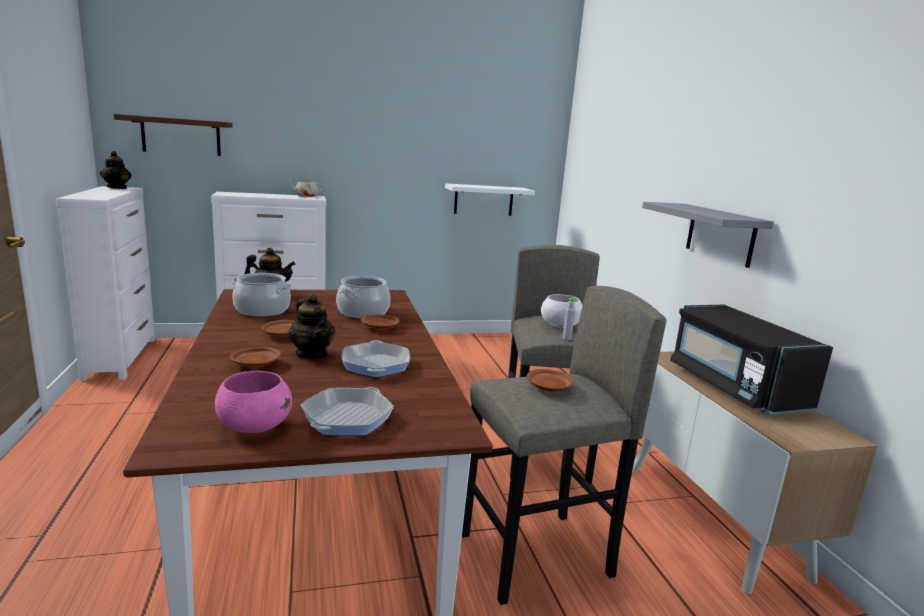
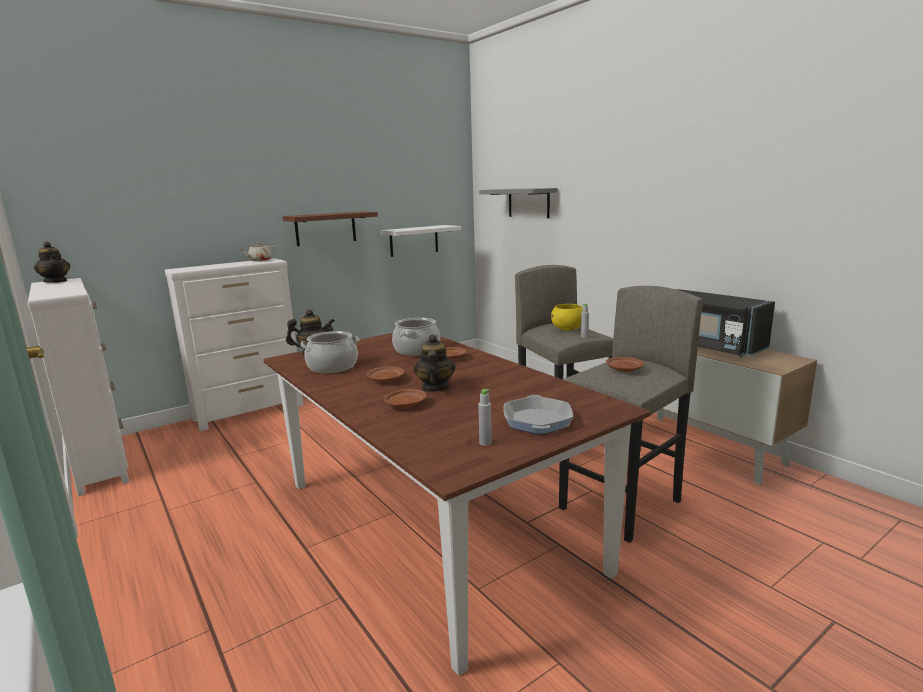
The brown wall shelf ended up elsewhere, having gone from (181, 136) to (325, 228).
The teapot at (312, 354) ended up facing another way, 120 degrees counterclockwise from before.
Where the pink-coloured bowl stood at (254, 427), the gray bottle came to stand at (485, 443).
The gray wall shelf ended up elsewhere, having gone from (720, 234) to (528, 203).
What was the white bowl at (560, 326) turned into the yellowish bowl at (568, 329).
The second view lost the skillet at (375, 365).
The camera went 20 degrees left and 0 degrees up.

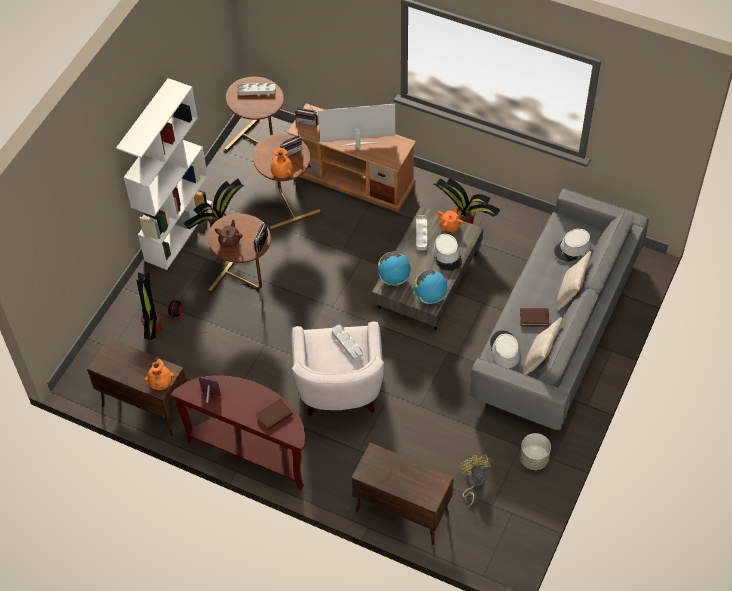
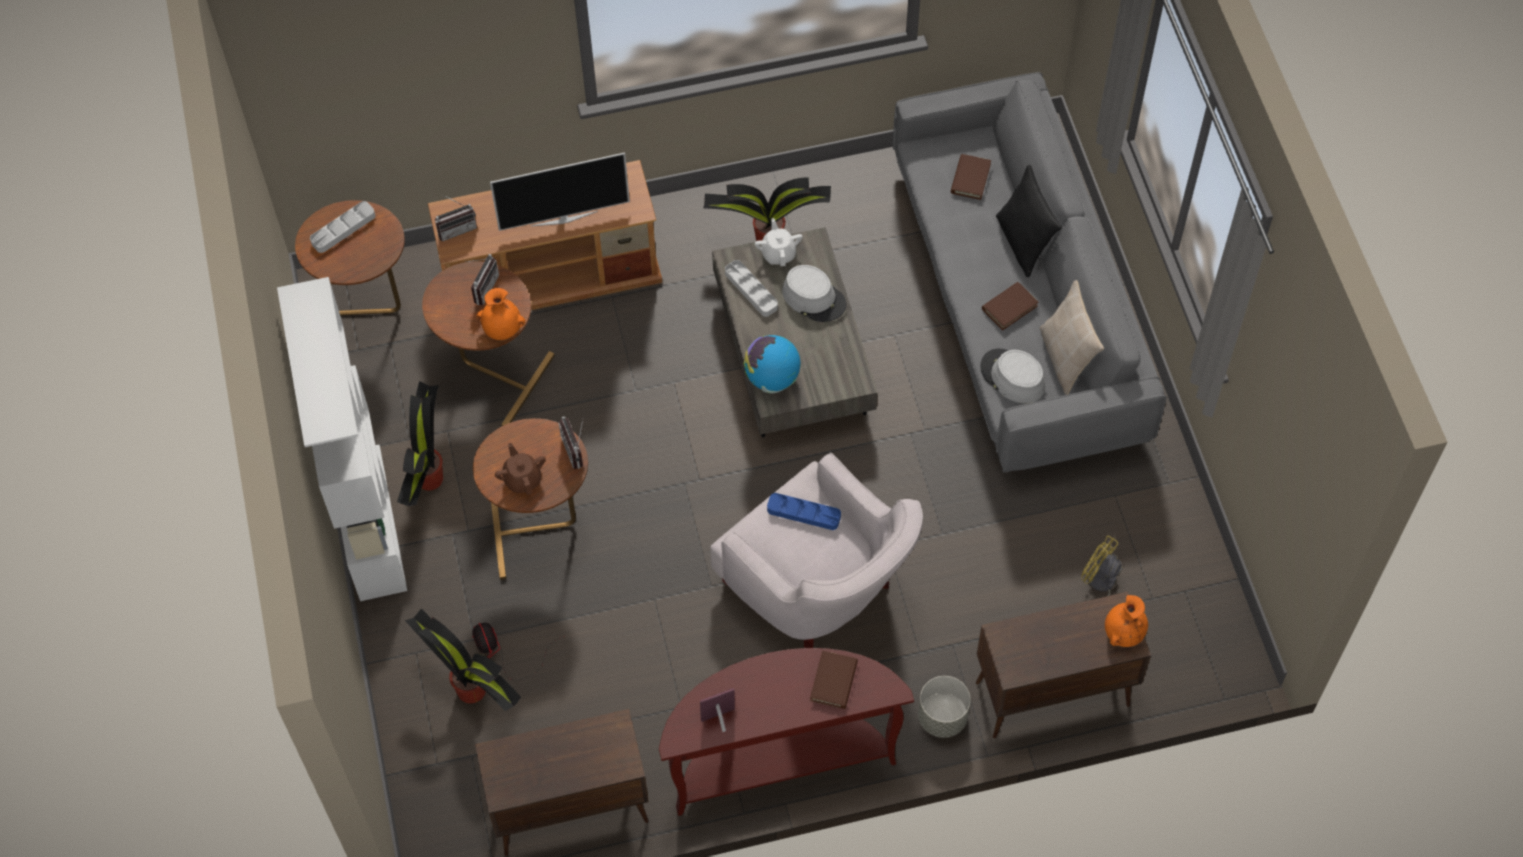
The TV set at (358, 145) ended up facing another way, 150 degrees counterclockwise from before.
What was the orange-coloured teapot at (450, 226) turned into the white teapot at (778, 253).
What was the gray carrying tray at (347, 343) turned into the blue carrying tray at (803, 513).
The gray planter ended up elsewhere, having gone from (534, 459) to (942, 717).
Where the gray clothing hat stood at (572, 248), the brown volume came to stand at (970, 178).
What was the beige throw pillow at (570, 294) turned into the blackish throw pillow at (1024, 243).
The orange-coloured flower vase ended up elsewhere, having gone from (160, 383) to (1123, 632).
The second view lost the world globe at (430, 296).
The camera went 40 degrees left and 5 degrees up.

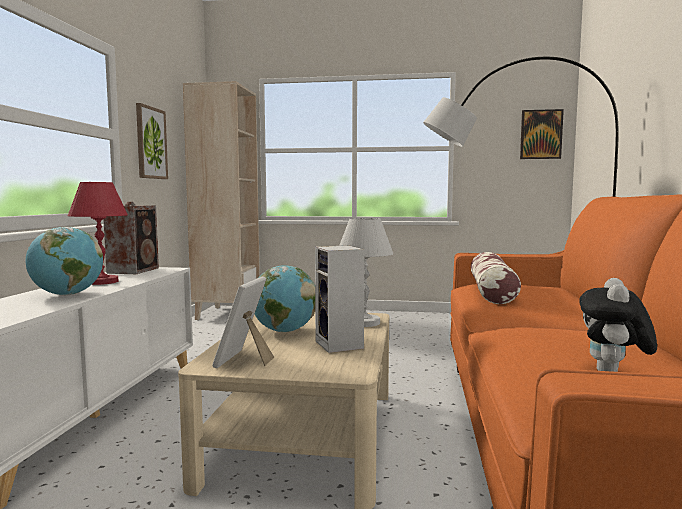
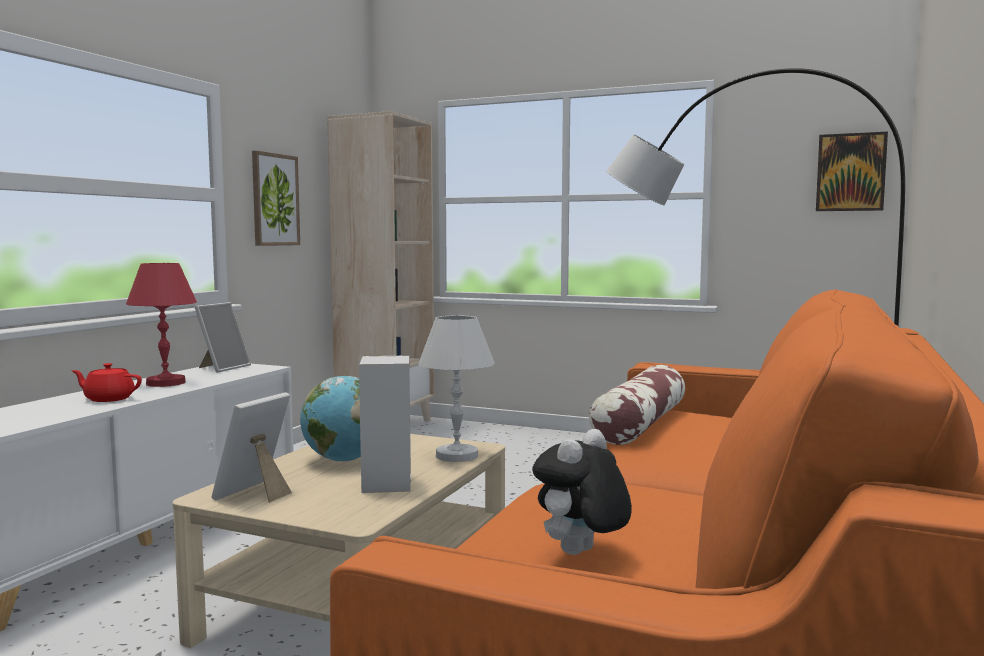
Where the world globe stood at (67, 295), the reddish teapot came to stand at (108, 399).
Where the audio speaker stood at (135, 270), the picture frame came to stand at (222, 368).
The camera went 15 degrees right and 0 degrees up.

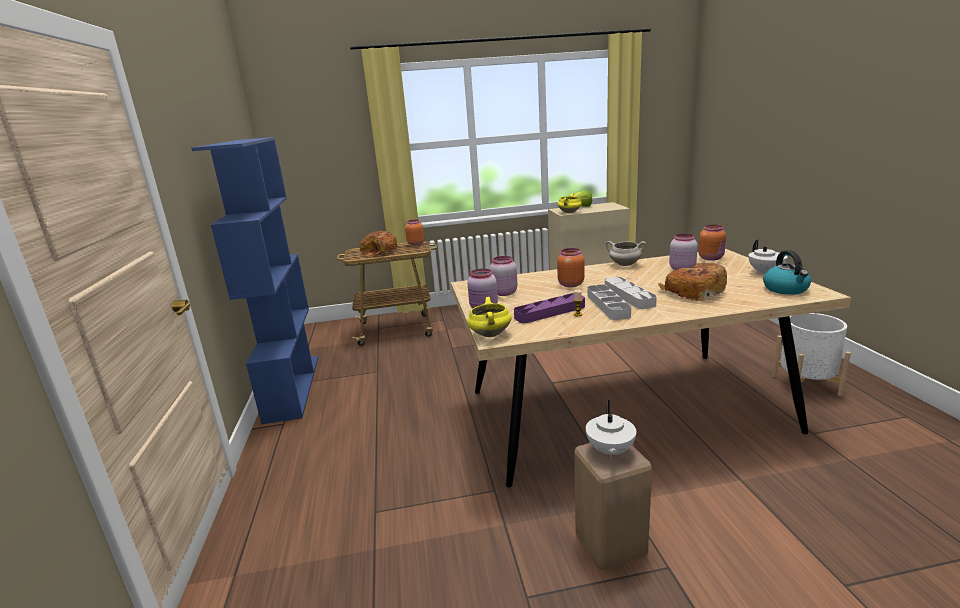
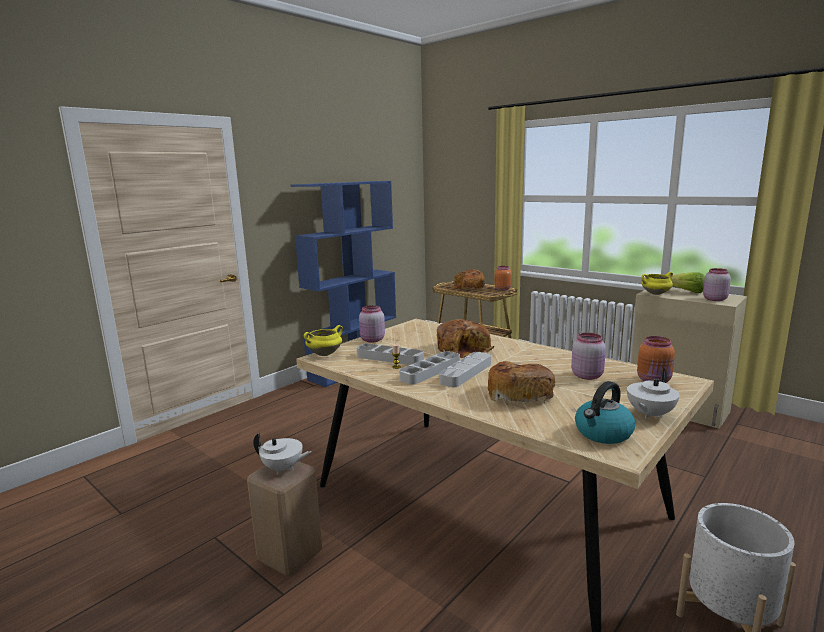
The white teapot at (609, 451) ended up facing another way, 135 degrees counterclockwise from before.
What was the purplish carrying tray at (550, 312) turned into the gray carrying tray at (390, 358).
Where the orange-coloured preserve jar stood at (570, 284), the bakery bread came to stand at (464, 349).
The pink-coloured preserve jar ended up elsewhere, having gone from (503, 293) to (714, 299).
The second view lost the white cooking pot at (624, 265).
The camera went 50 degrees right and 5 degrees down.

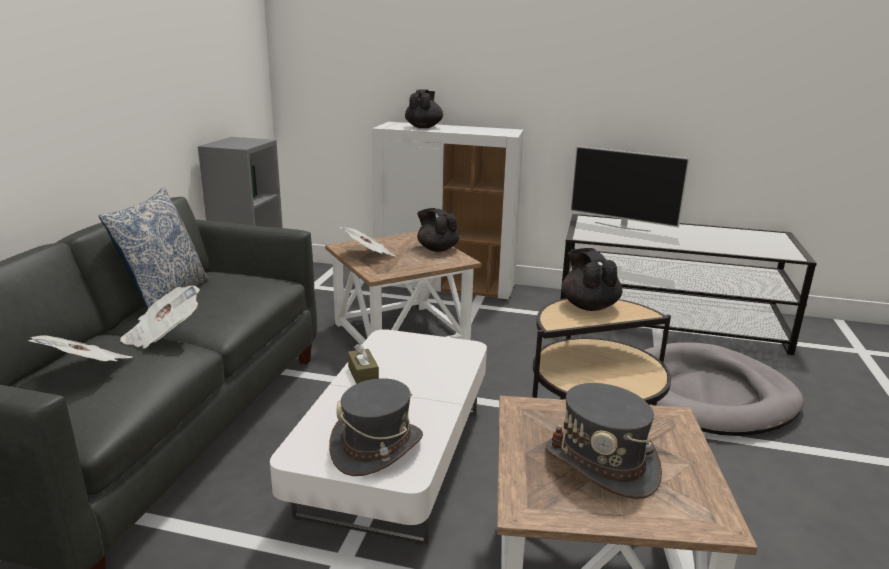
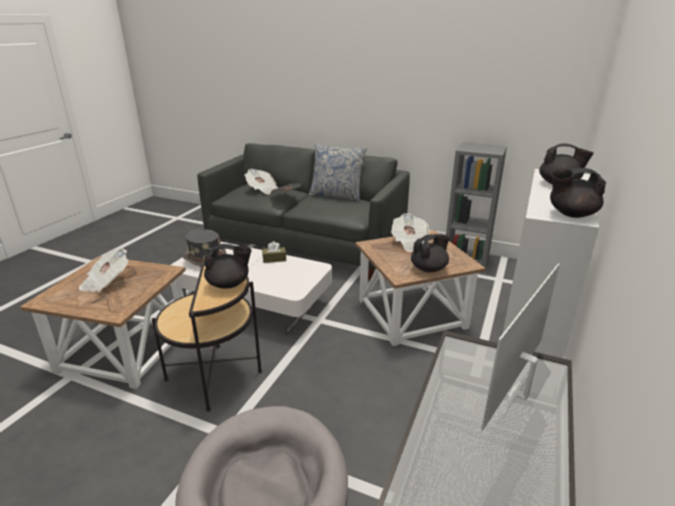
Where the gray clothing hat stood at (601, 464), the printed paper came to stand at (106, 282).
The second view gained the blackish teapot at (571, 214).
The camera went 100 degrees right and 5 degrees up.

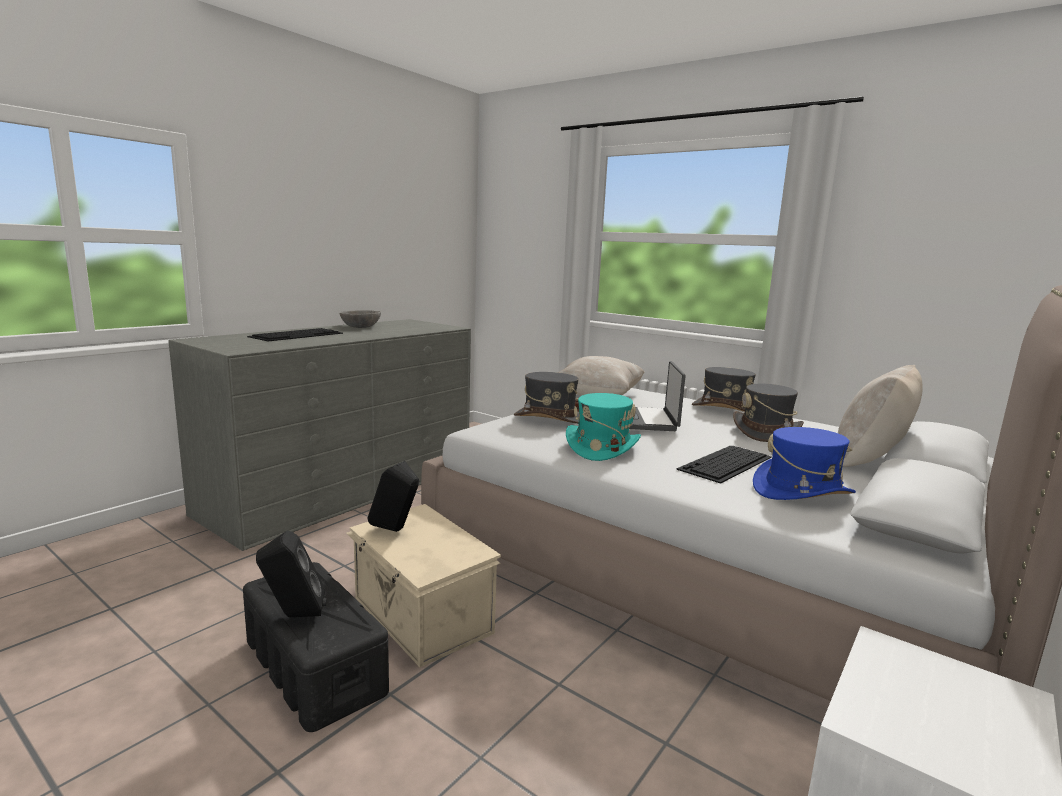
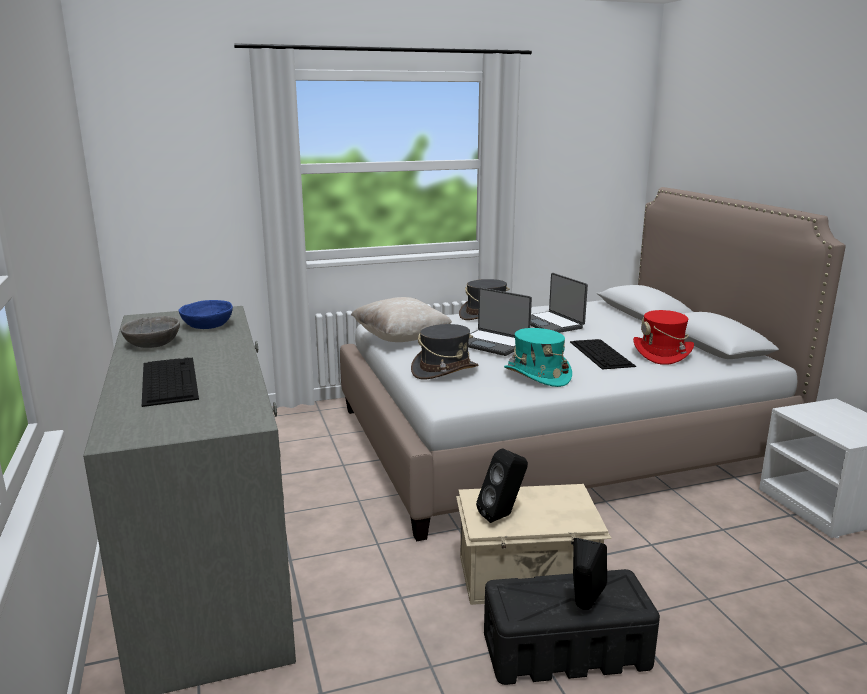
The second view gained the blue bowl at (208, 326).
Where the gray clothing hat stood at (766, 432), the laptop came to stand at (551, 324).
What was the blue clothing hat at (802, 491) turned into the reddish clothing hat at (662, 353).
The second view lost the beige throw pillow at (870, 461).
The camera went 55 degrees left and 5 degrees up.

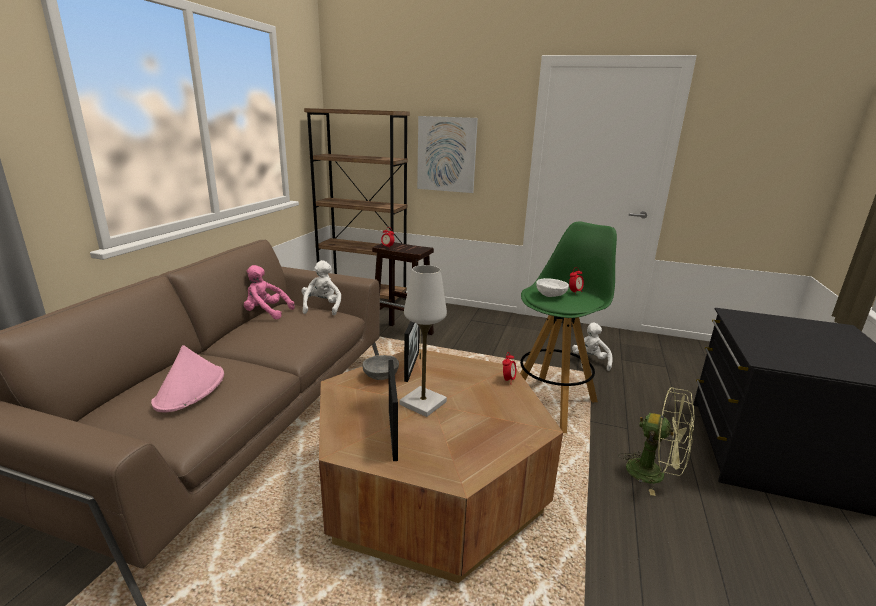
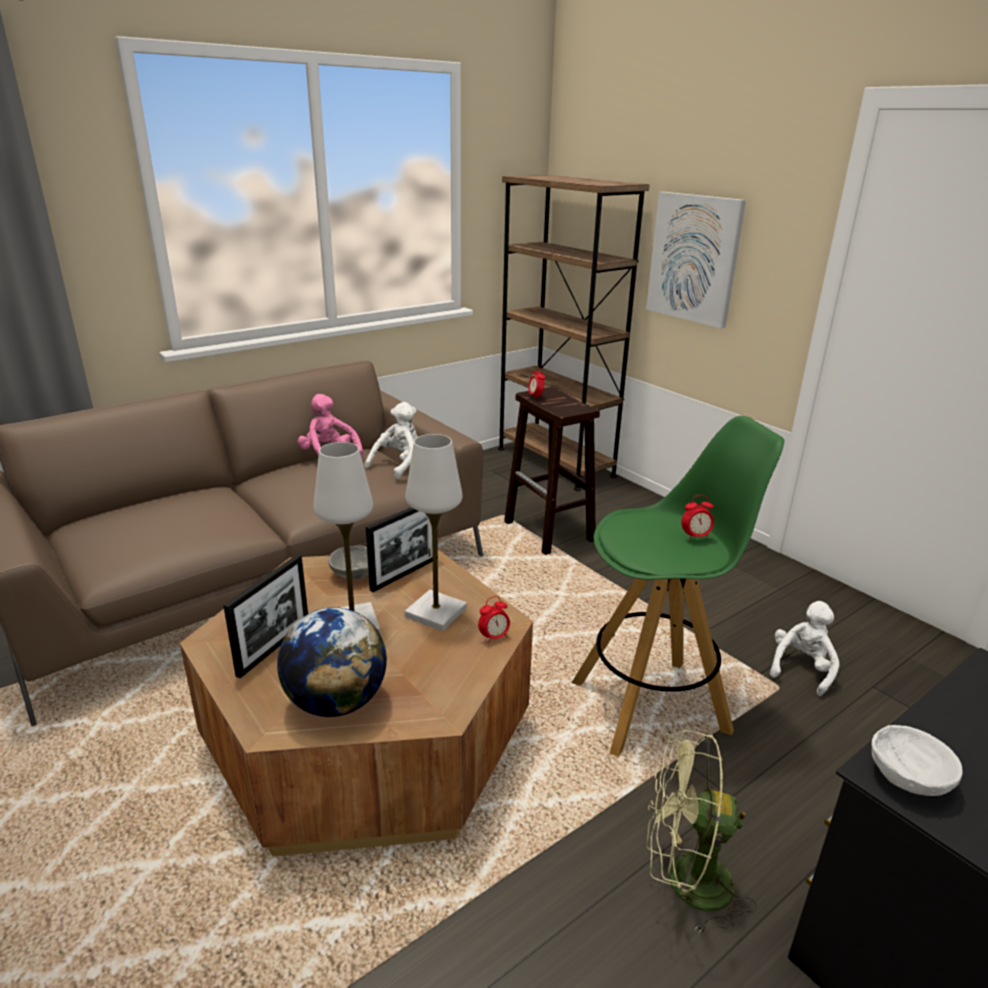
The second view gained the world globe at (337, 702).
The second view gained the white tabletop lamp at (435, 612).
The greenish cooling fan at (654, 474) ended up facing another way, 120 degrees clockwise from before.
The white bowl ended up elsewhere, having gone from (550, 295) to (907, 778).
The second view lost the pink-coloured clothing hat at (190, 389).
The camera went 35 degrees right and 5 degrees up.

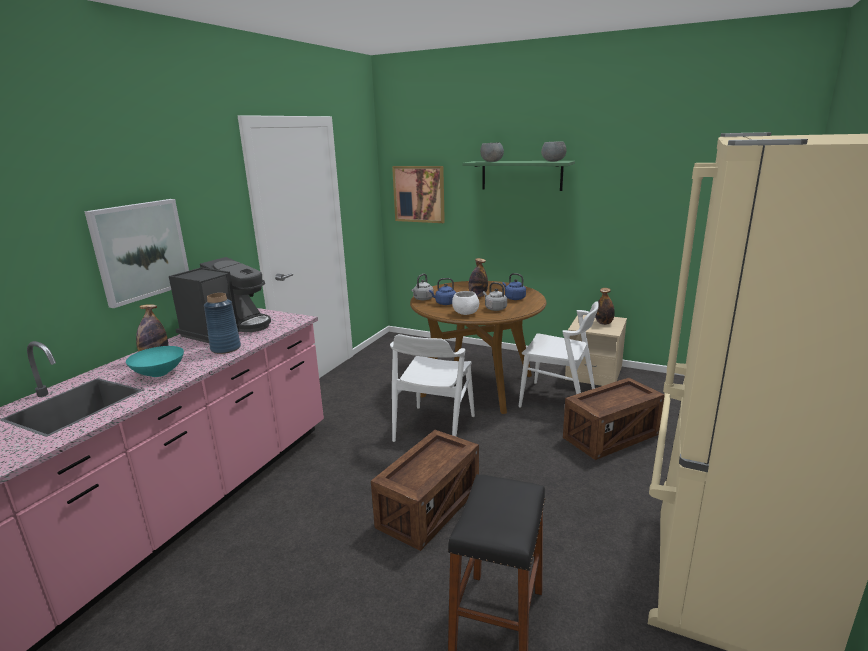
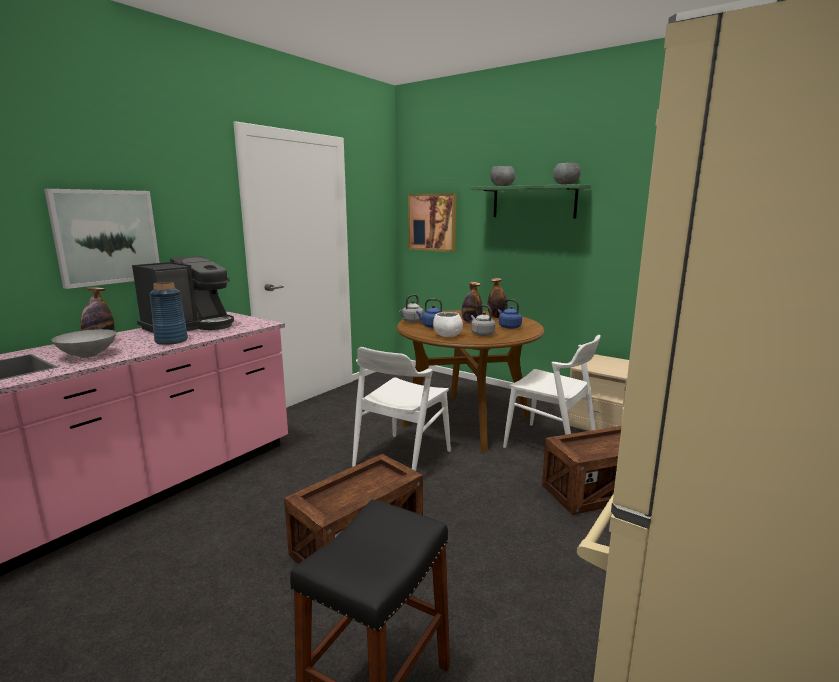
What was the turquoise-coloured bowl at (158, 374) turned into the gray bowl at (87, 355).
The bottle ended up elsewhere, having gone from (603, 323) to (497, 317).
The camera went 10 degrees right and 5 degrees down.

